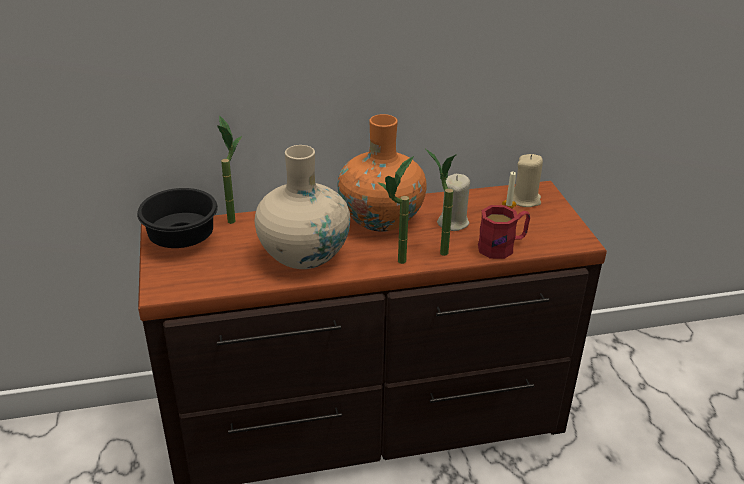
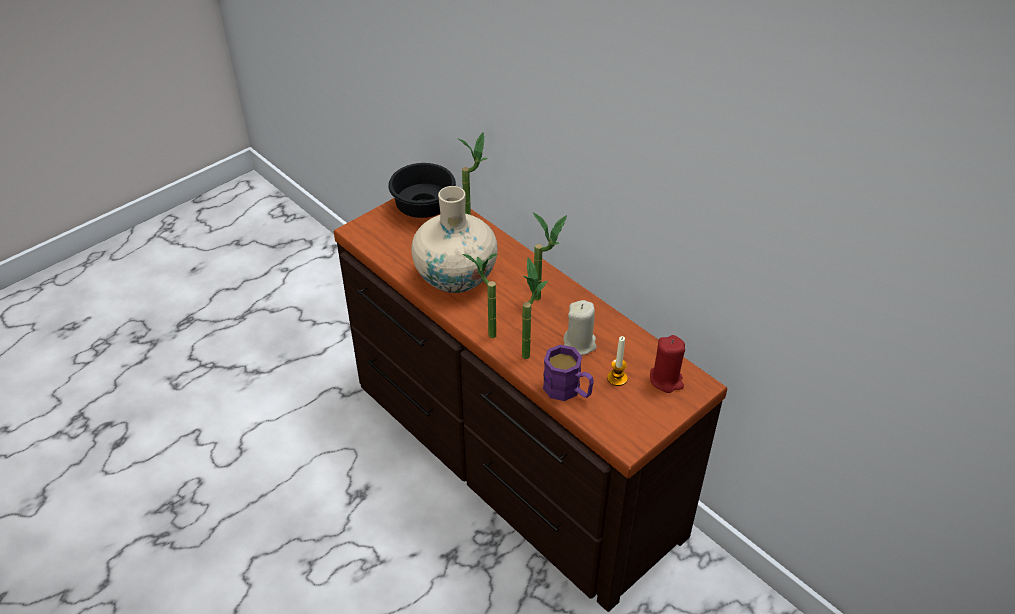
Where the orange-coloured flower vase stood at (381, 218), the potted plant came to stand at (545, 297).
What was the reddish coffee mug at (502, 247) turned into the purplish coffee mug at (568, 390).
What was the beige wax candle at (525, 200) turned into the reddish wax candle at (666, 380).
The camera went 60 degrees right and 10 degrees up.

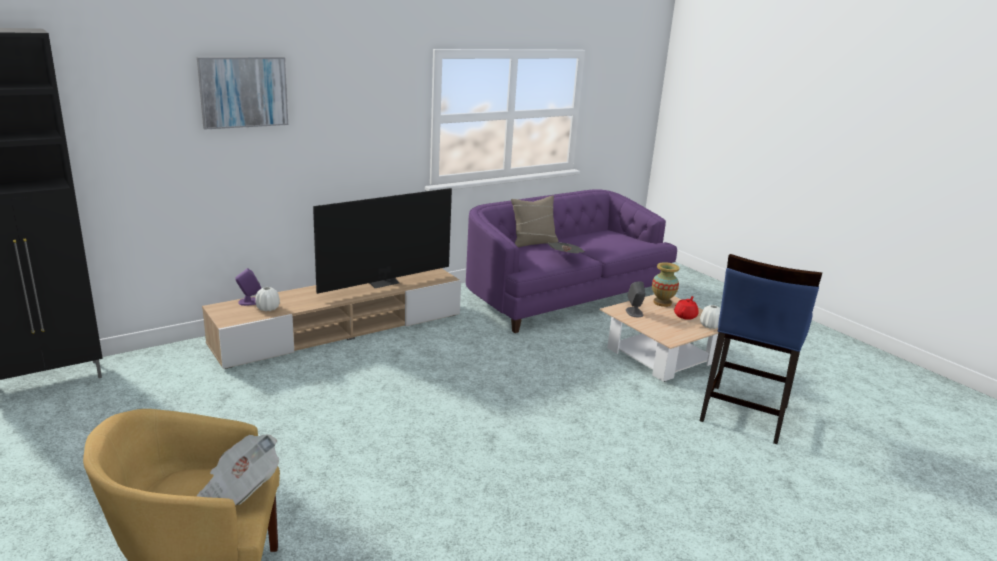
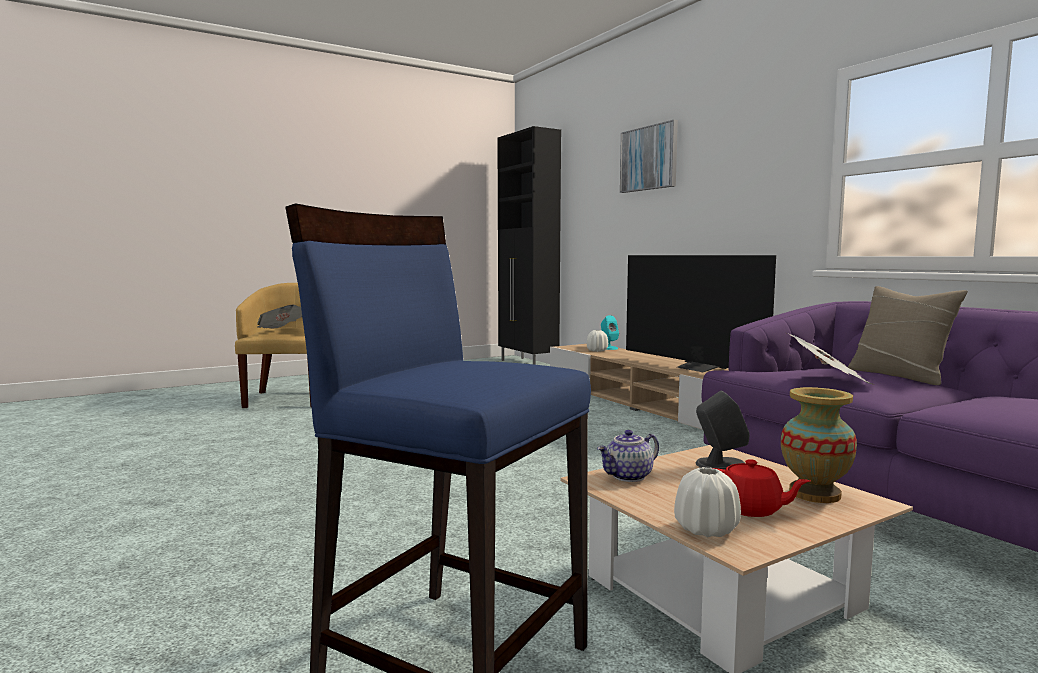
The second view gained the teapot at (629, 477).
What was the purplish audio speaker at (250, 301) turned into the turquoise-coloured audio speaker at (608, 348).
The camera went 95 degrees right and 15 degrees down.

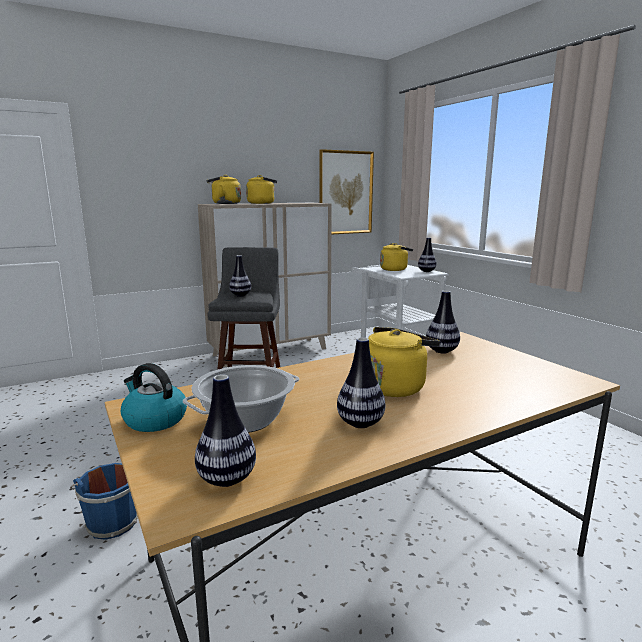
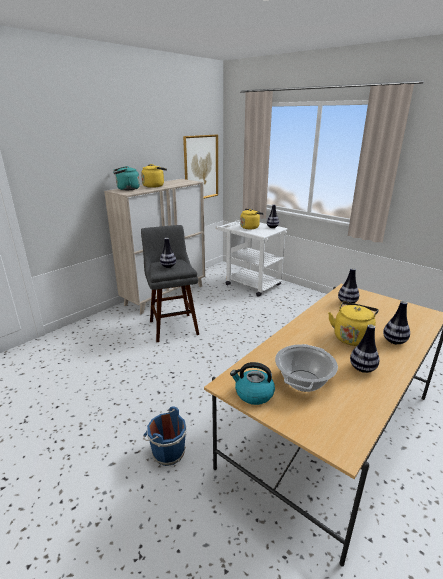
What was the yellowish water kettle at (224, 203) turned into the turquoise-coloured water kettle at (127, 189).
The flower vase ended up elsewhere, having gone from (227, 479) to (394, 341).
The camera went 20 degrees left and 10 degrees up.

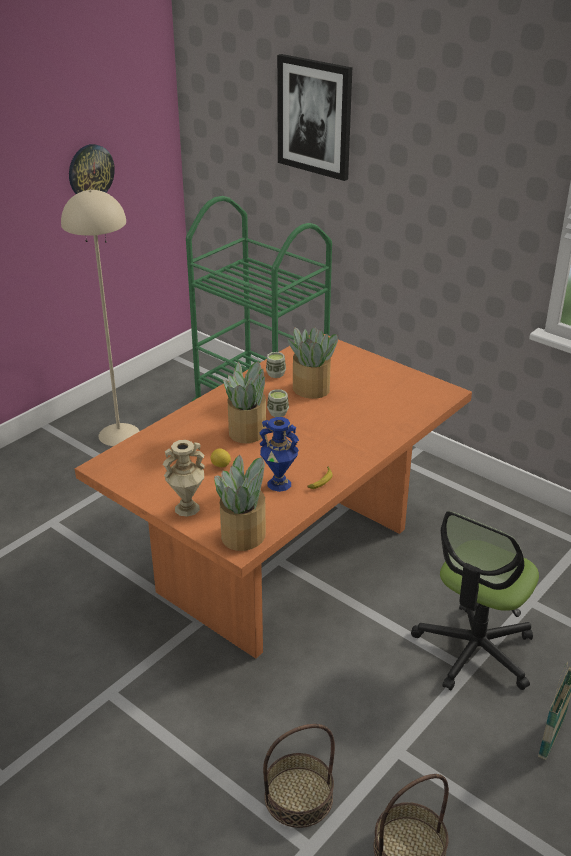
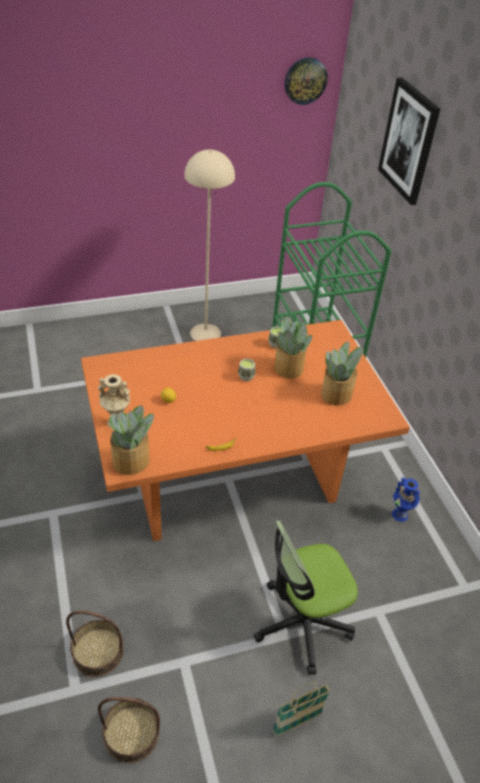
The hanging clock ended up elsewhere, having gone from (90, 172) to (305, 80).
The potted plant ended up elsewhere, having gone from (248, 431) to (337, 394).
The blue flower vase ended up elsewhere, having gone from (279, 483) to (400, 515).
The camera went 30 degrees right and 10 degrees up.

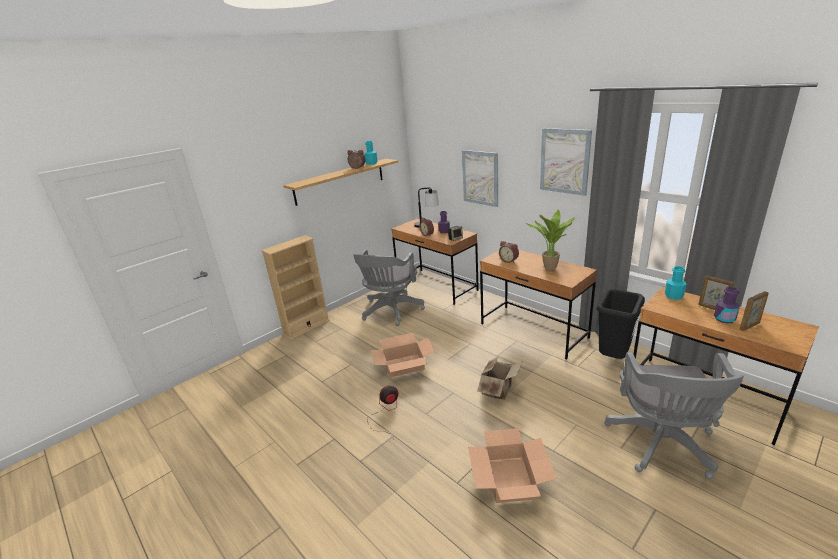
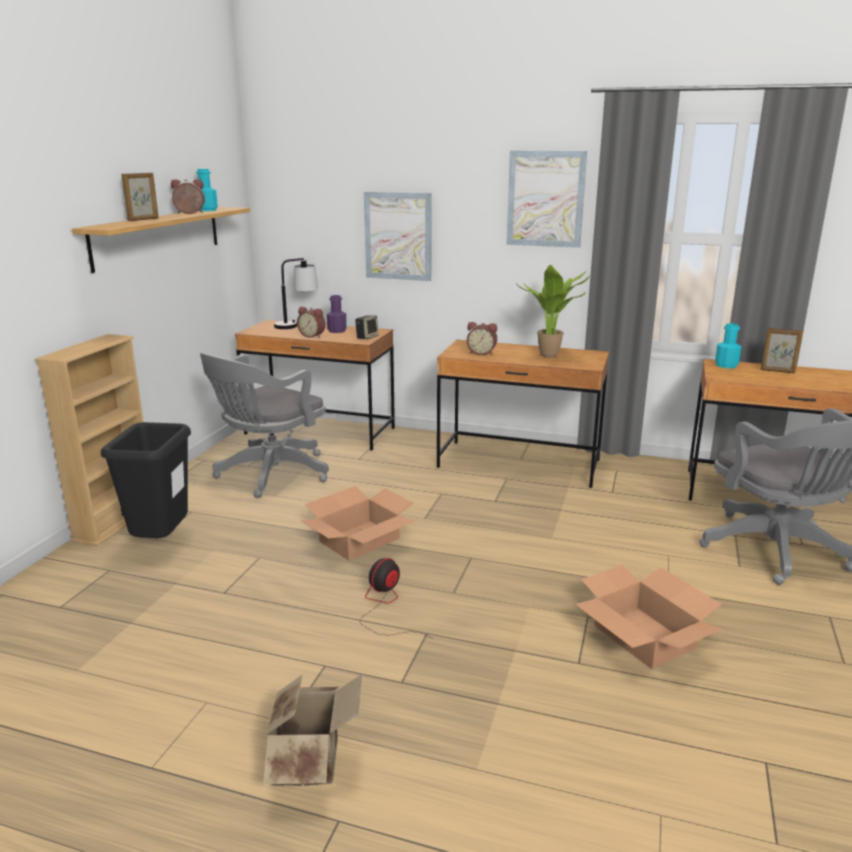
The blackish rubbish bin ended up elsewhere, having gone from (613, 358) to (162, 542).
The picture frame ended up elsewhere, having gone from (749, 326) to (143, 219).
The gray desk chair at (391, 312) ended up facing another way, 45 degrees clockwise from before.
The cardboard box ended up elsewhere, having gone from (499, 390) to (313, 761).
The second view lost the purplish bottle at (724, 319).
The camera went 30 degrees left and 5 degrees down.

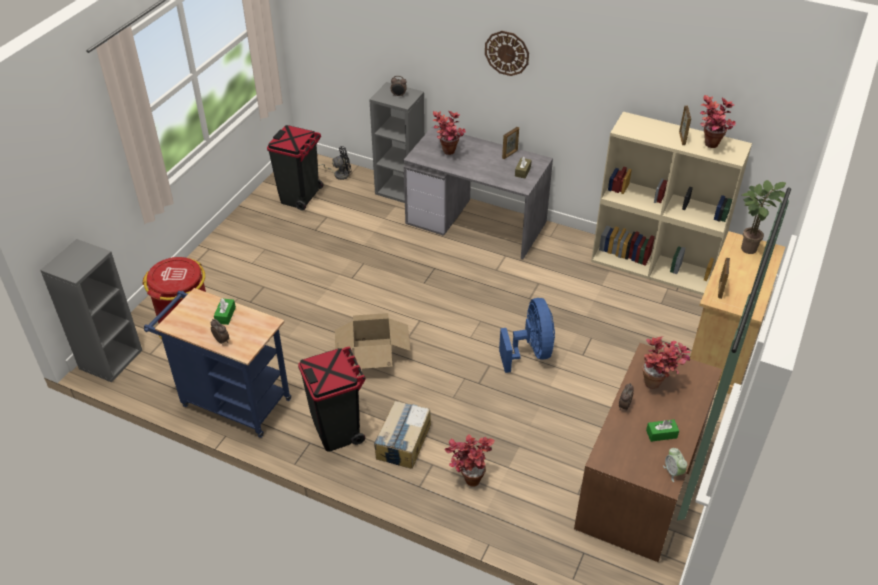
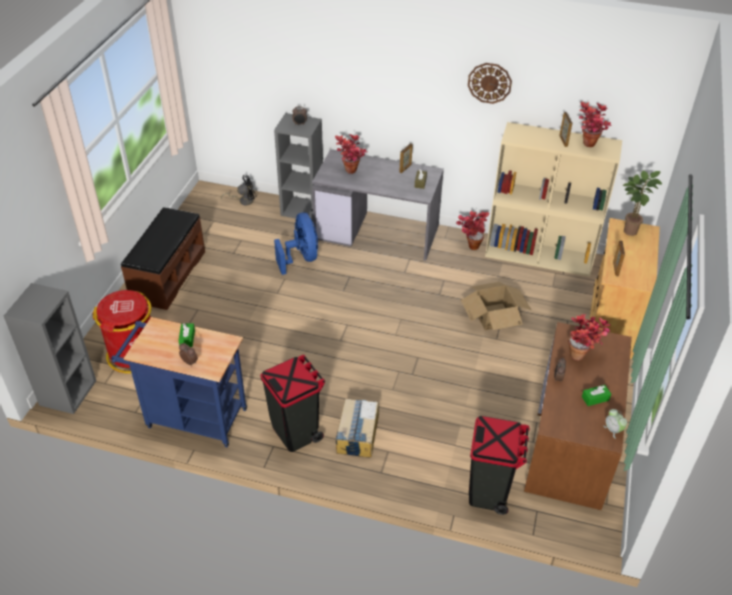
The second view gained the brown bench at (168, 276).
The blue cooling fan ended up elsewhere, having gone from (530, 352) to (301, 258).
The potted plant ended up elsewhere, having gone from (467, 478) to (469, 245).
The cardboard box ended up elsewhere, having gone from (373, 353) to (494, 316).
The hanging clock ended up elsewhere, having gone from (507, 53) to (489, 83).
The blackish rubbish bin ended up elsewhere, having gone from (300, 196) to (489, 491).
The camera went 10 degrees left and 0 degrees up.

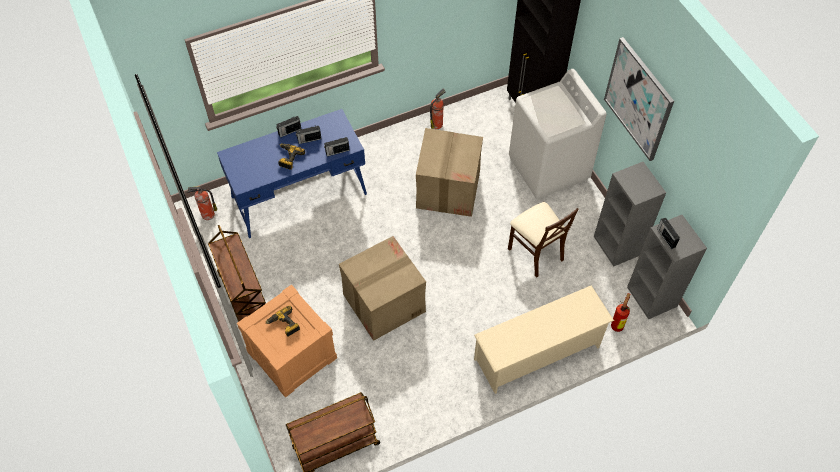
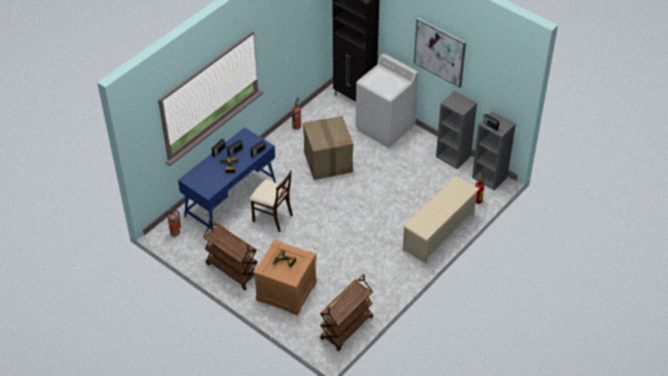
The beige upright chair ended up elsewhere, having gone from (536, 253) to (272, 217).
The second view lost the cardboard box at (383, 303).
The camera went 25 degrees left and 10 degrees down.

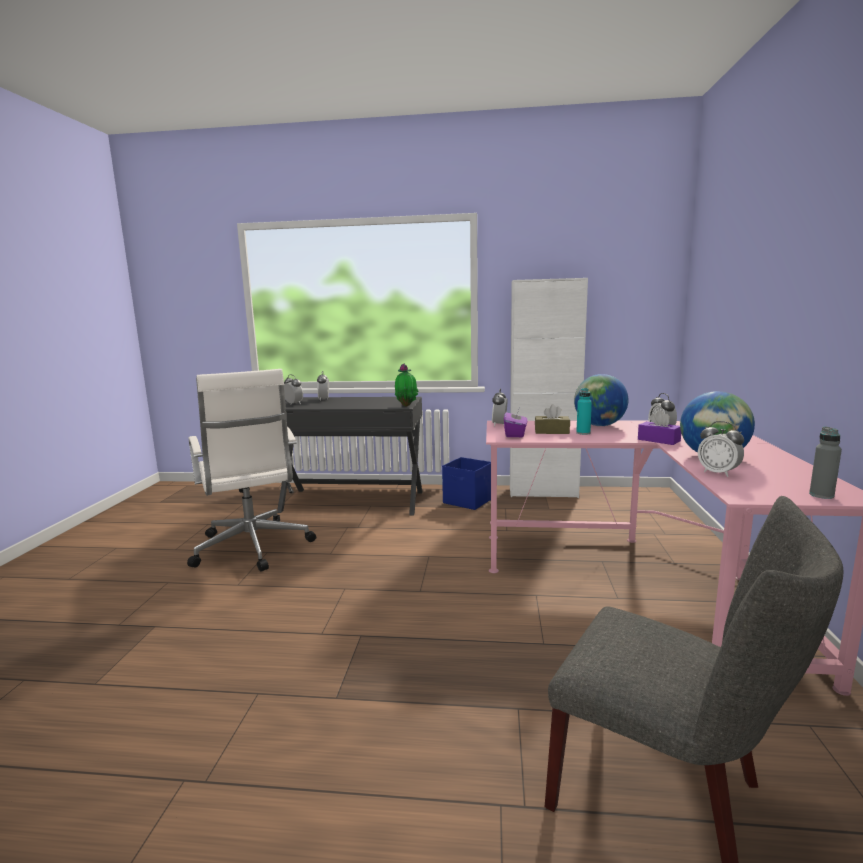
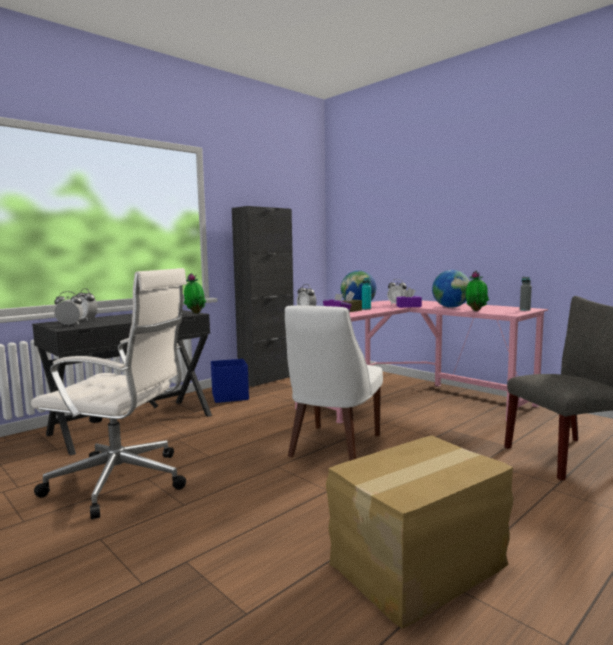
What was the white cabinet at (543, 492) turned into the blackish cabinet at (267, 379).
The second view gained the white upright chair at (333, 447).
The second view gained the cardboard box at (419, 565).
Where the table clock stood at (718, 473), the potted plant came to stand at (476, 310).
The camera went 50 degrees left and 5 degrees down.

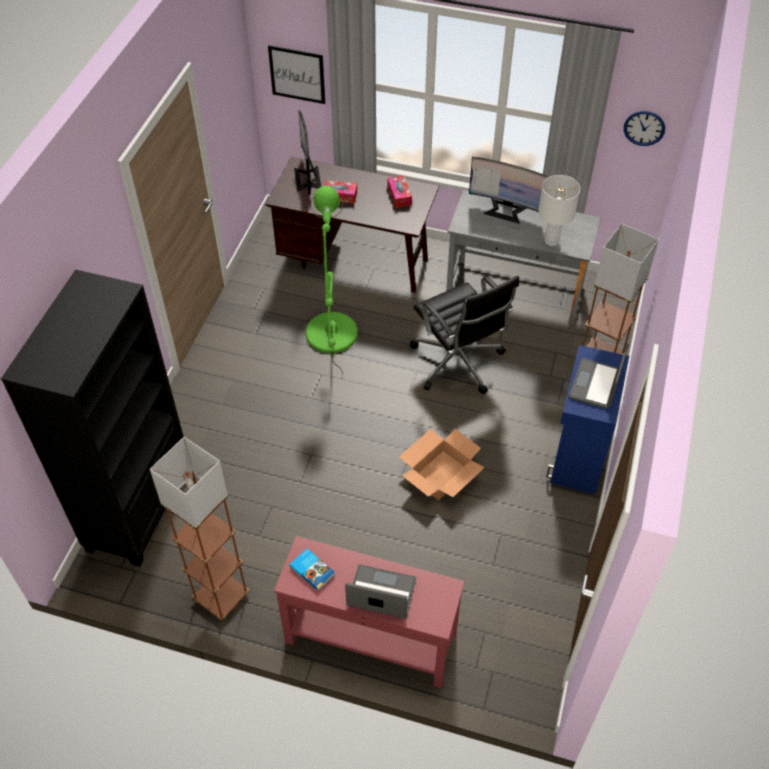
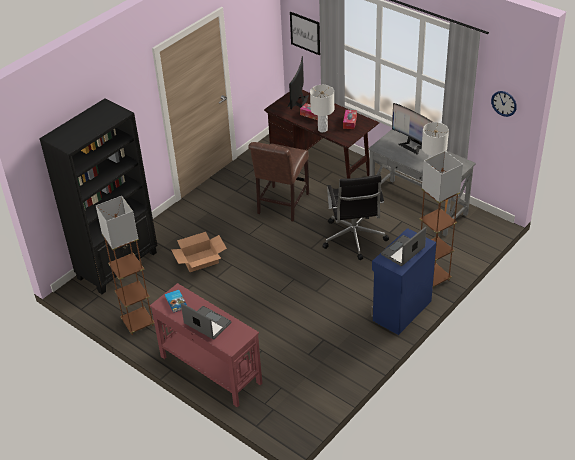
The cardboard box ended up elsewhere, having gone from (440, 475) to (200, 260).
Where the greenish standard lamp stood at (332, 339), the brown upright chair came to stand at (281, 205).
The second view gained the white tabletop lamp at (323, 129).
The camera went 25 degrees right and 10 degrees down.

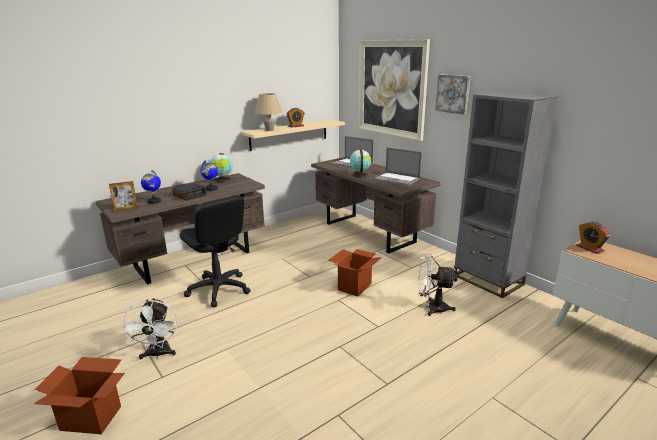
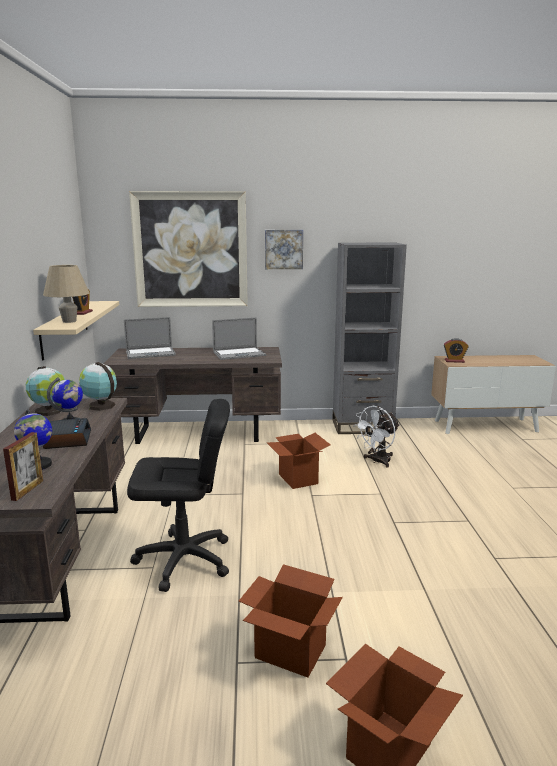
The world globe ended up elsewhere, having gone from (360, 175) to (100, 405).
Where the white cooling fan stood at (158, 354), the cardboard box came to stand at (290, 651).
The camera went 55 degrees left and 5 degrees down.

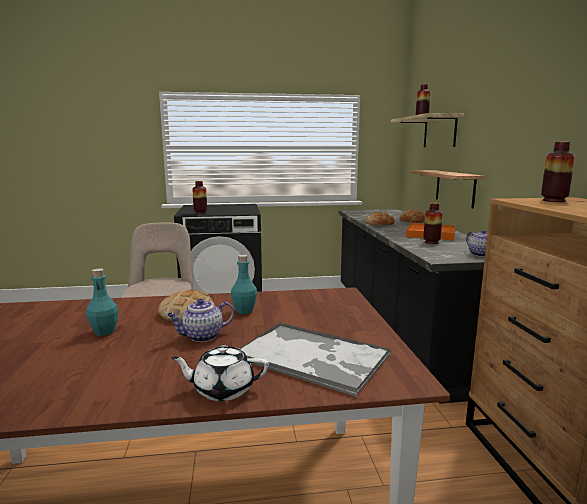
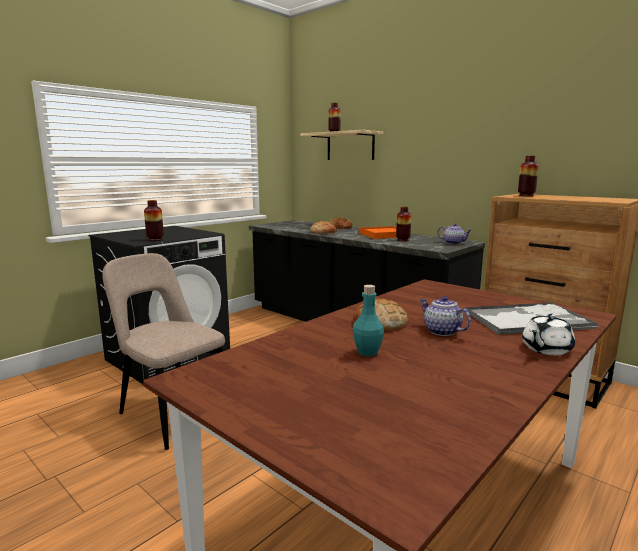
The teapot at (202, 336) ended up facing another way, 120 degrees clockwise from before.
The second view lost the turquoise-coloured bottle at (244, 311).
The second view lost the wall shelf at (455, 188).
The camera went 40 degrees left and 0 degrees up.

